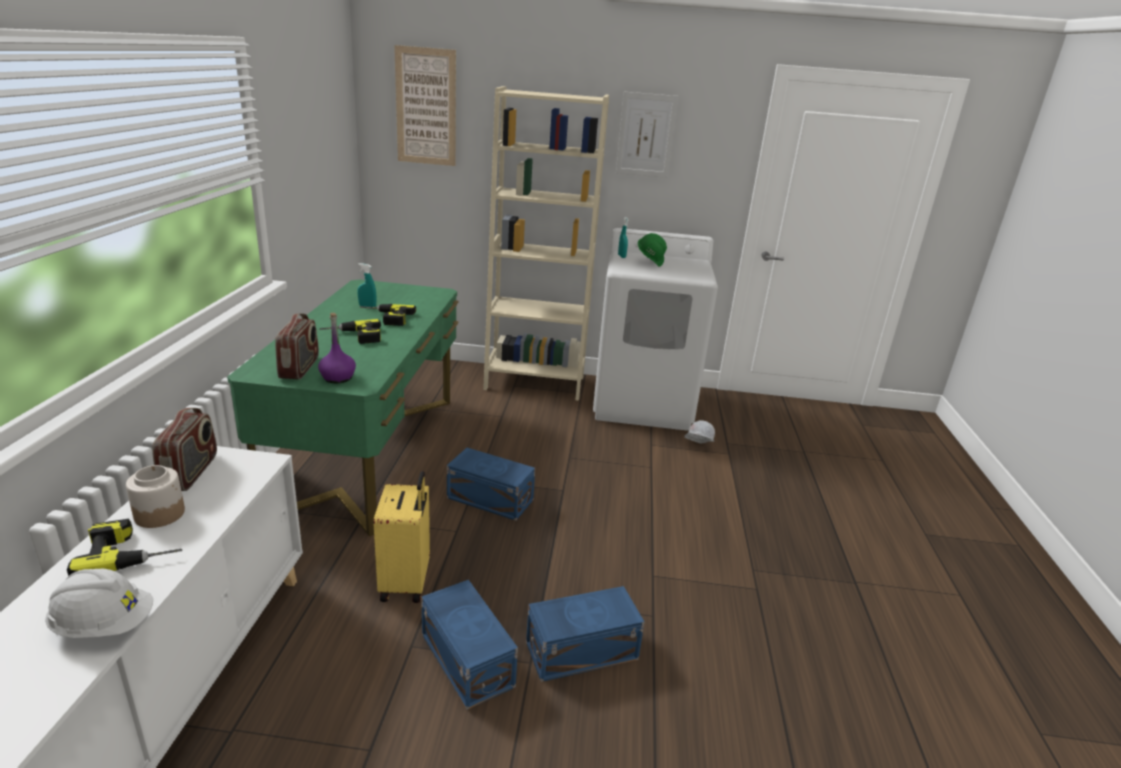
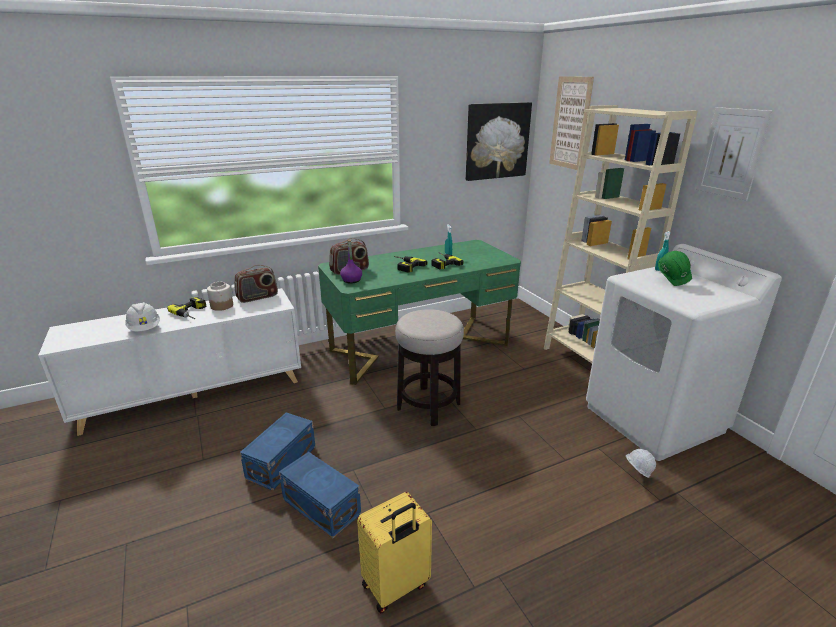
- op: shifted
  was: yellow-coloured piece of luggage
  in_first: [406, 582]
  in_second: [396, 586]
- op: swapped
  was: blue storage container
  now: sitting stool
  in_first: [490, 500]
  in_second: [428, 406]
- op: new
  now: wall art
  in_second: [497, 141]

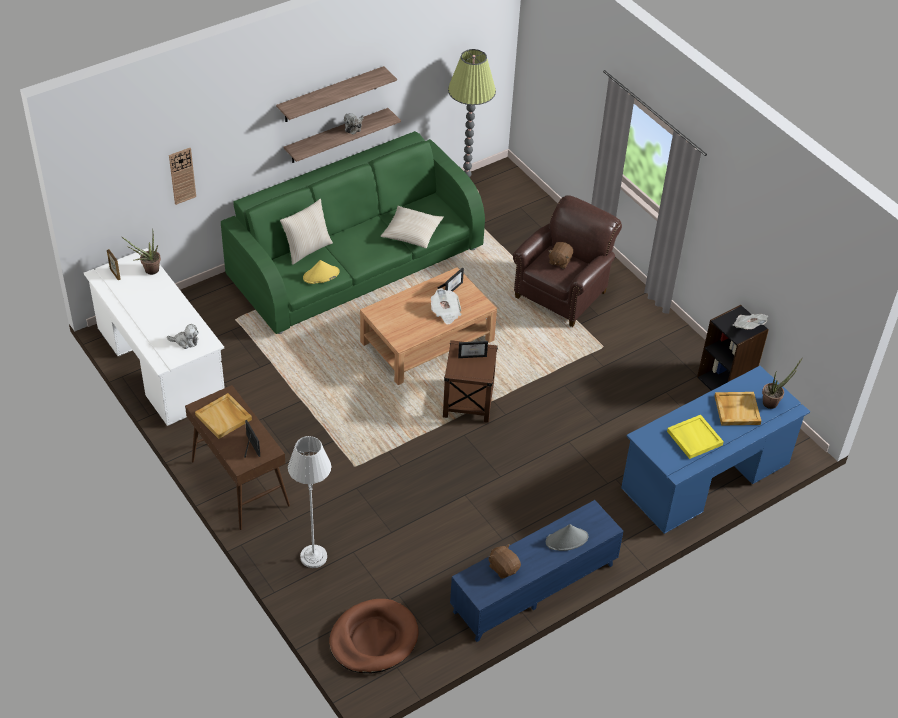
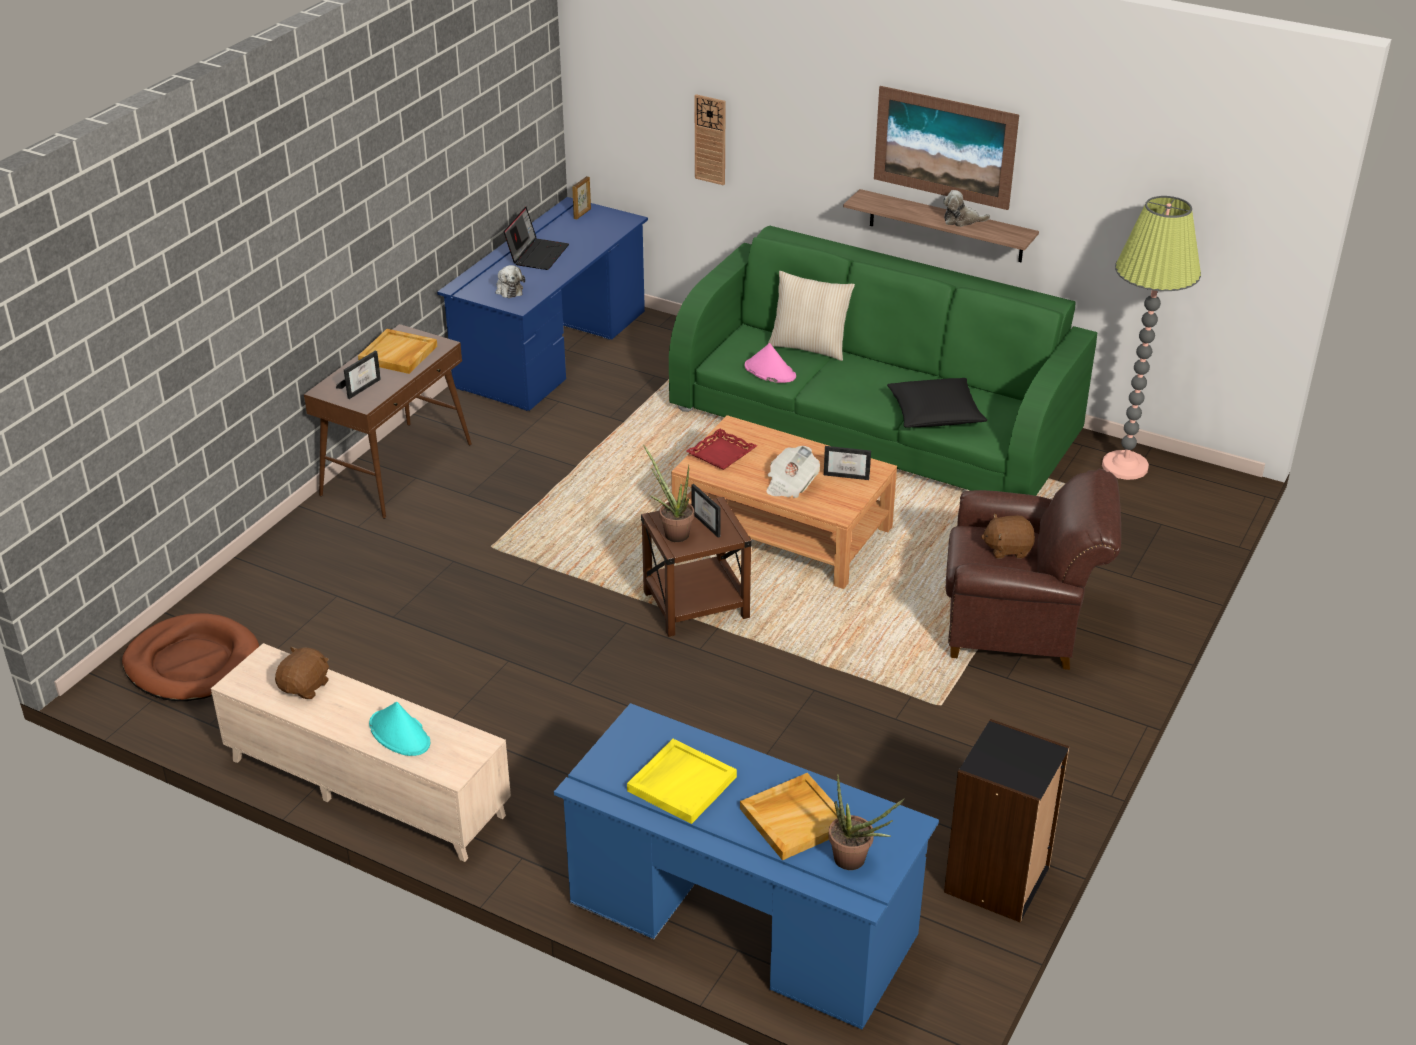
- op: repainted
  was: white-coloured desk table
  now: blue desk table
  in_first: [160, 364]
  in_second: [551, 349]
- op: shifted
  was: potted plant
  in_first: [148, 270]
  in_second: [672, 532]
- op: swapped
  was: shelf
  now: wall art
  in_first: [331, 95]
  in_second: [944, 147]
- op: gone
  was: greyish floor lamp
  in_first: [313, 557]
- op: repainted
  was: yellow-coloured clothing hat
  now: pinkish clothing hat
  in_first: [321, 275]
  in_second: [769, 371]
- op: repainted
  was: beige throw pillow
  now: black throw pillow
  in_first: [412, 232]
  in_second: [935, 413]
- op: repainted
  was: blue tv unit
  now: beige tv unit
  in_first: [534, 588]
  in_second: [367, 788]
- op: repainted
  was: greyish clothing hat
  now: blue-green clothing hat
  in_first: [567, 539]
  in_second: [400, 734]
- op: gone
  was: daily paper
  in_first: [748, 327]
- op: new
  now: notebook computer
  in_second: [537, 254]
- op: new
  now: red-coloured carrying tray
  in_second: [721, 454]

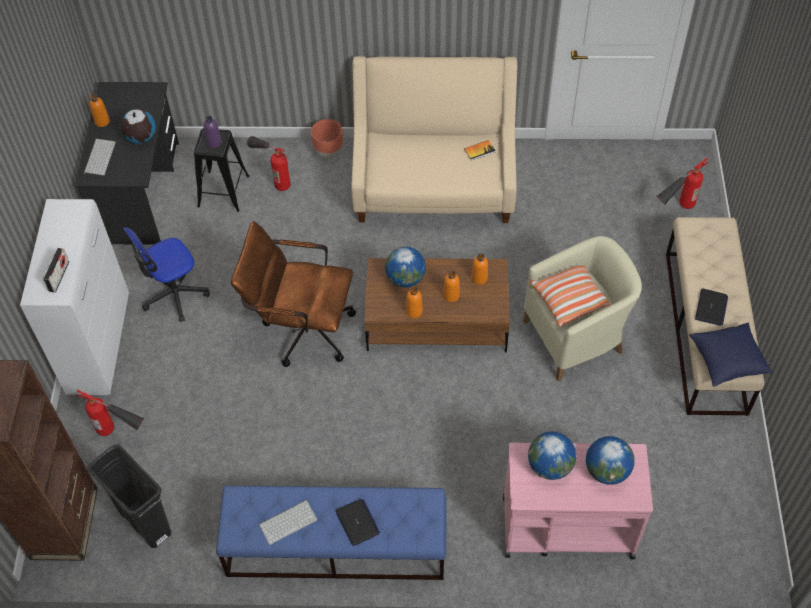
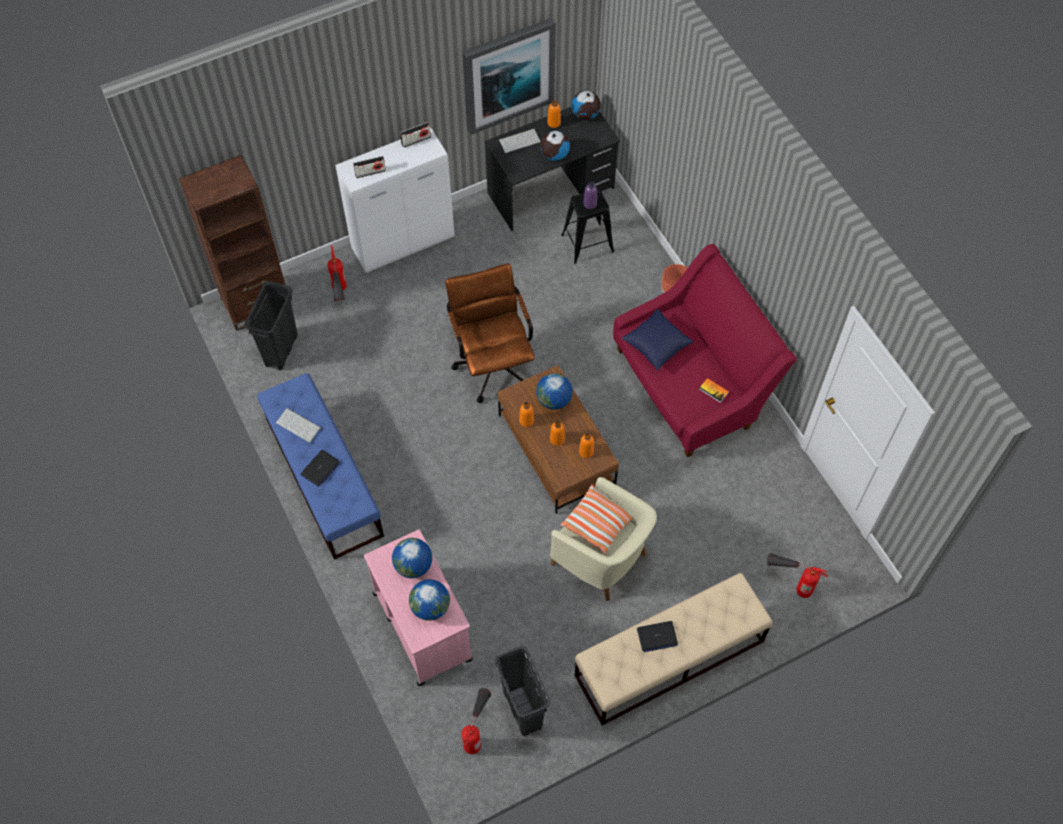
- op: gone
  was: desk chair
  in_first: [174, 294]
- op: shifted
  was: fire extinguisher
  in_first: [272, 177]
  in_second: [477, 730]
- op: repainted
  was: beige settee
  now: red-coloured settee
  in_first: [434, 185]
  in_second: [691, 384]
- op: shifted
  was: blue throw pillow
  in_first: [727, 361]
  in_second: [656, 345]
- op: new
  now: radio
  in_second: [416, 140]
- op: new
  now: wall art
  in_second: [508, 75]
- op: new
  now: black waste bin
  in_second: [523, 710]
- op: new
  now: globe
  in_second: [585, 115]

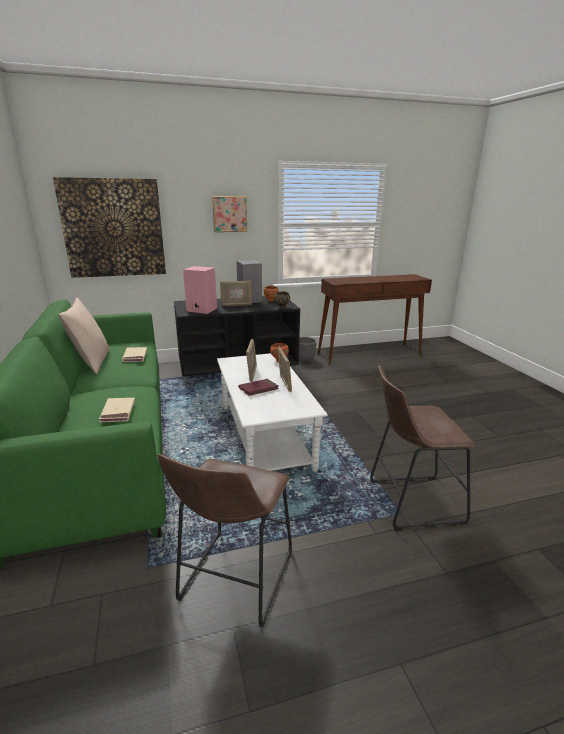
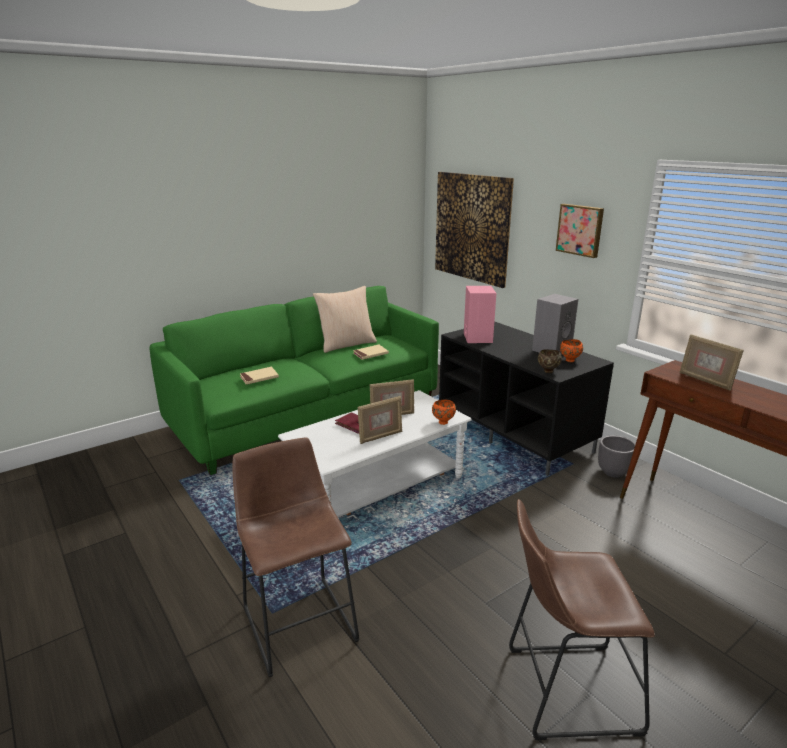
- op: shifted
  was: brown sitting stool
  in_first: [233, 580]
  in_second: [563, 688]
- op: shifted
  was: photo frame
  in_first: [236, 305]
  in_second: [705, 381]

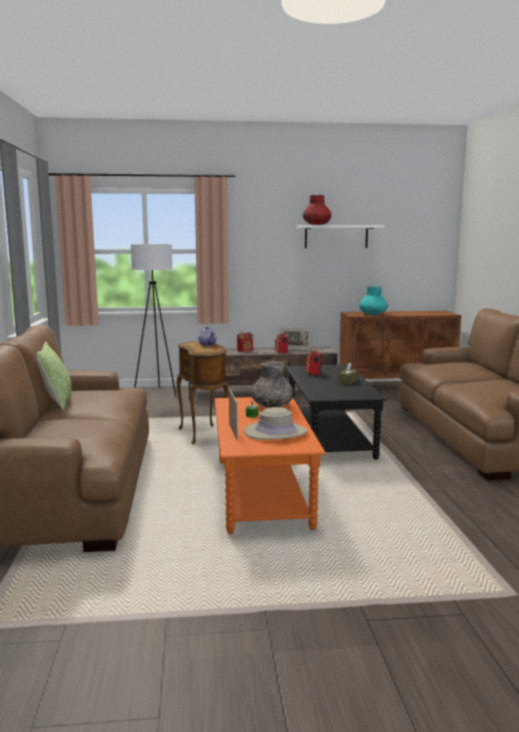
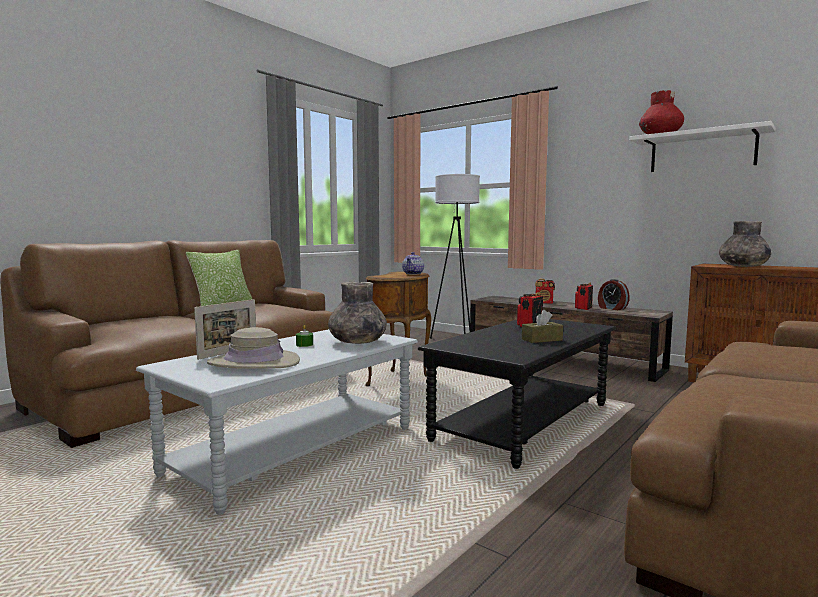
- op: repainted
  was: orangey low table
  now: greyish low table
  in_first: [262, 492]
  in_second: [296, 450]
- op: swapped
  was: photo frame
  now: alarm clock
  in_first: [296, 349]
  in_second: [612, 308]
- op: repainted
  was: blue-green decorative vase
  now: greyish decorative vase
  in_first: [372, 314]
  in_second: [743, 266]

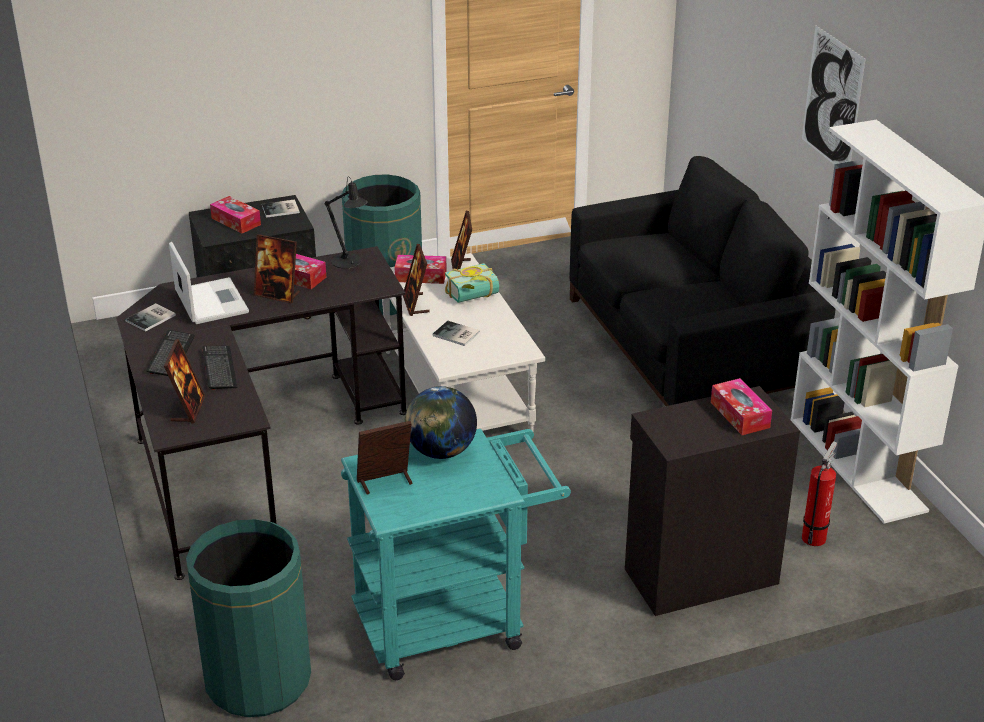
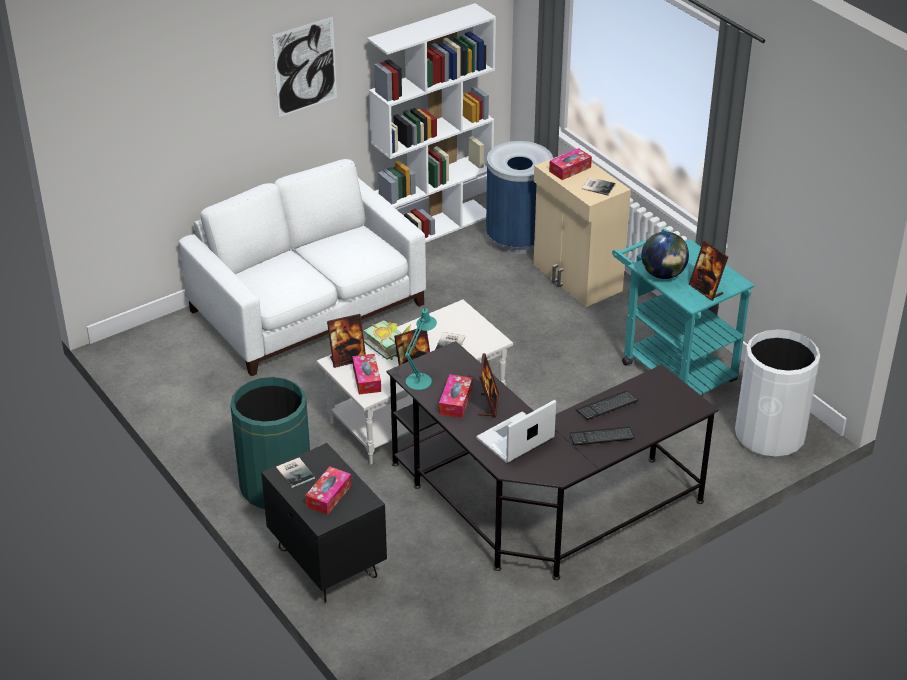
- op: shifted
  was: volume
  in_first: [152, 318]
  in_second: [598, 186]
- op: gone
  was: photo frame
  in_first: [188, 409]
- op: repainted
  was: green waste bin
  now: white-coloured waste bin
  in_first: [258, 680]
  in_second: [769, 436]
- op: repainted
  was: black lamp for a table
  now: blue-green lamp for a table
  in_first: [349, 262]
  in_second: [420, 379]
- op: repainted
  was: black settee
  now: white-coloured settee
  in_first: [687, 345]
  in_second: [308, 308]
- op: repainted
  was: black cupboard
  now: beige cupboard
  in_first: [699, 575]
  in_second: [576, 278]
- op: swapped
  was: fire extinguisher
  now: blue waste bin
  in_first: [815, 536]
  in_second: [517, 239]

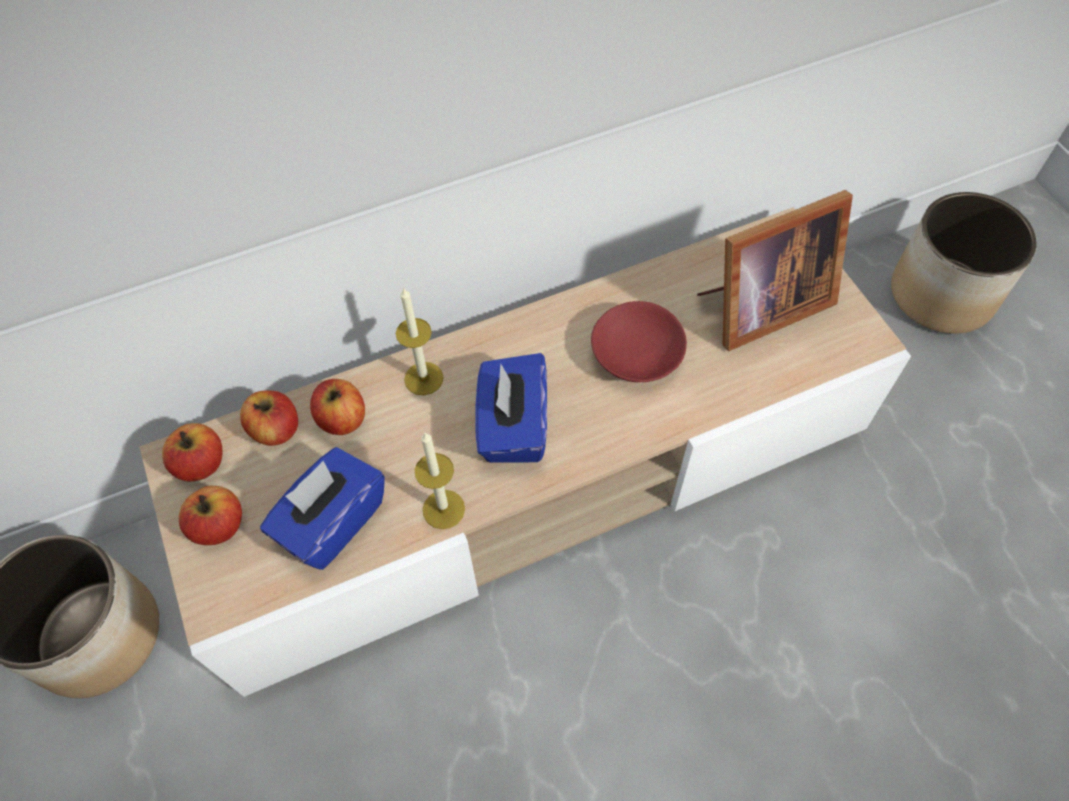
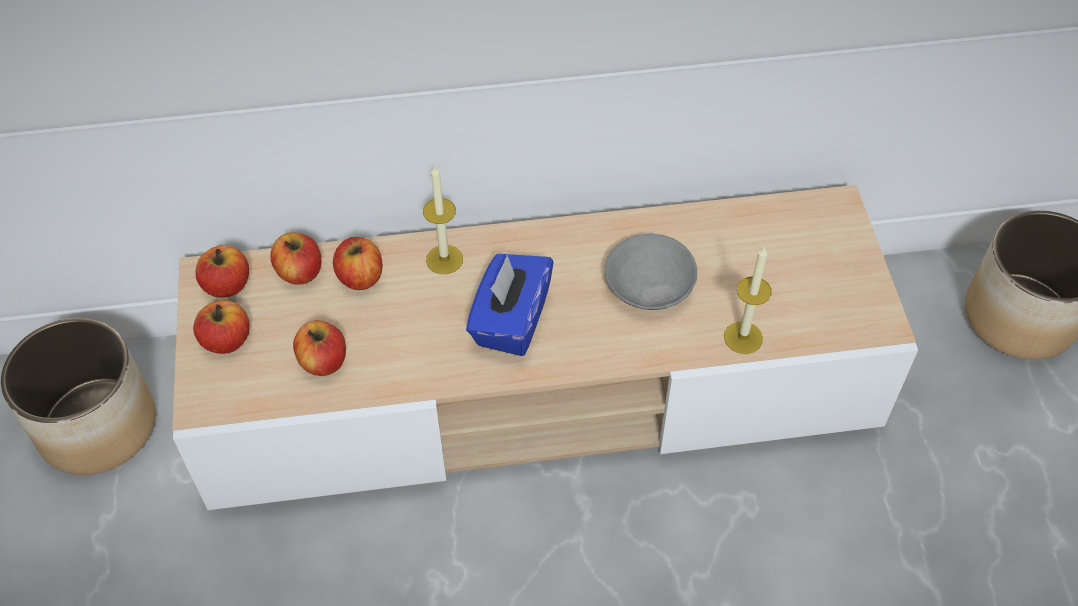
- op: swapped
  was: blue tissue holder
  now: whole apple
  in_first: [332, 522]
  in_second: [323, 361]
- op: shifted
  was: candle
  in_first: [443, 509]
  in_second: [743, 337]
- op: repainted
  was: red-coloured serving bowl
  now: greyish serving bowl
  in_first: [637, 355]
  in_second: [649, 285]
- op: gone
  was: photo frame
  in_first: [759, 307]

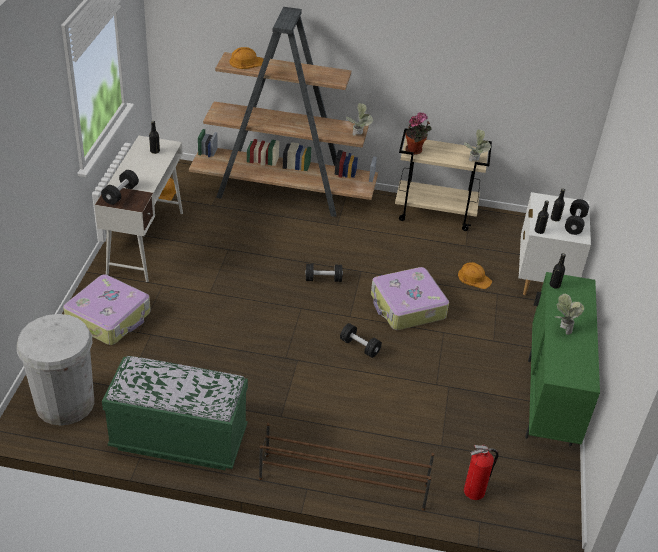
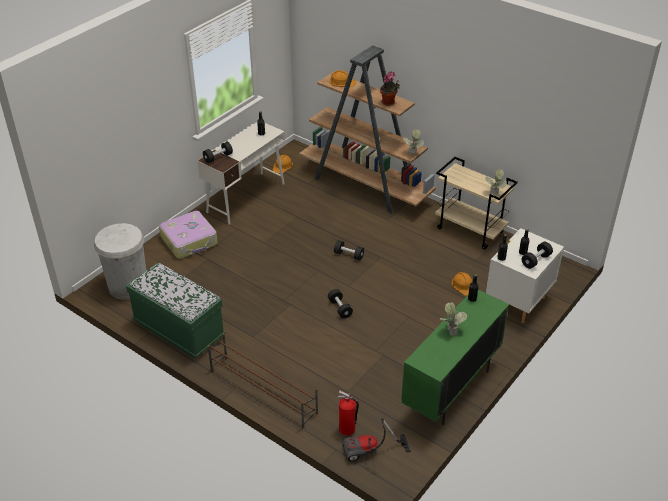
- op: gone
  was: piece of luggage
  in_first: [407, 307]
- op: shifted
  was: potted plant
  in_first: [415, 150]
  in_second: [389, 103]
- op: new
  now: hoover
  in_second: [370, 452]

